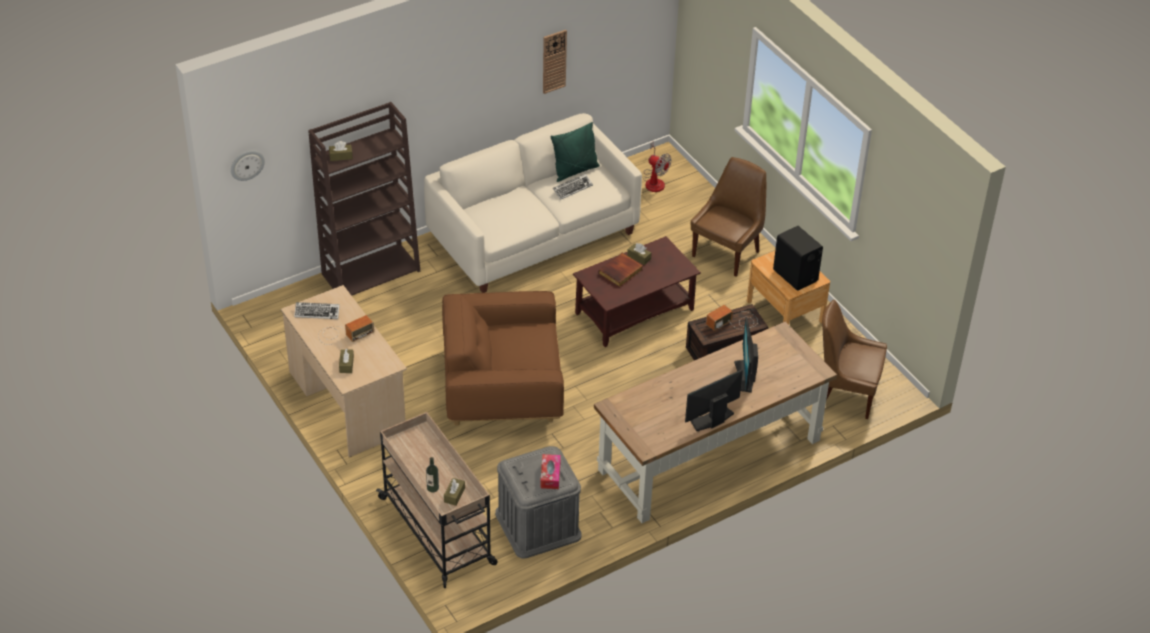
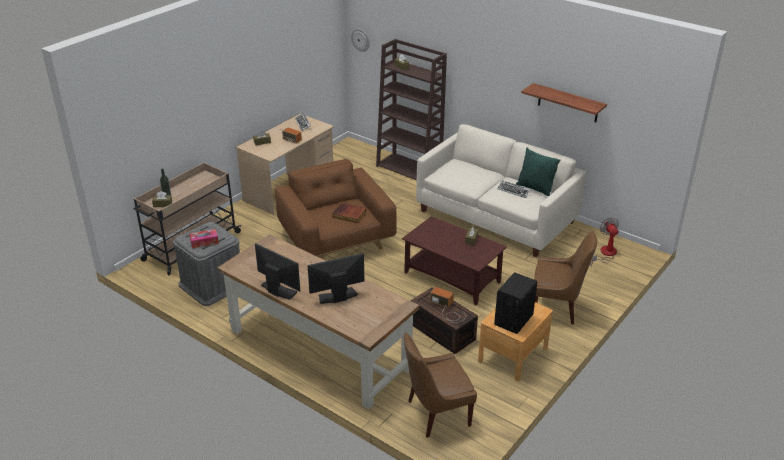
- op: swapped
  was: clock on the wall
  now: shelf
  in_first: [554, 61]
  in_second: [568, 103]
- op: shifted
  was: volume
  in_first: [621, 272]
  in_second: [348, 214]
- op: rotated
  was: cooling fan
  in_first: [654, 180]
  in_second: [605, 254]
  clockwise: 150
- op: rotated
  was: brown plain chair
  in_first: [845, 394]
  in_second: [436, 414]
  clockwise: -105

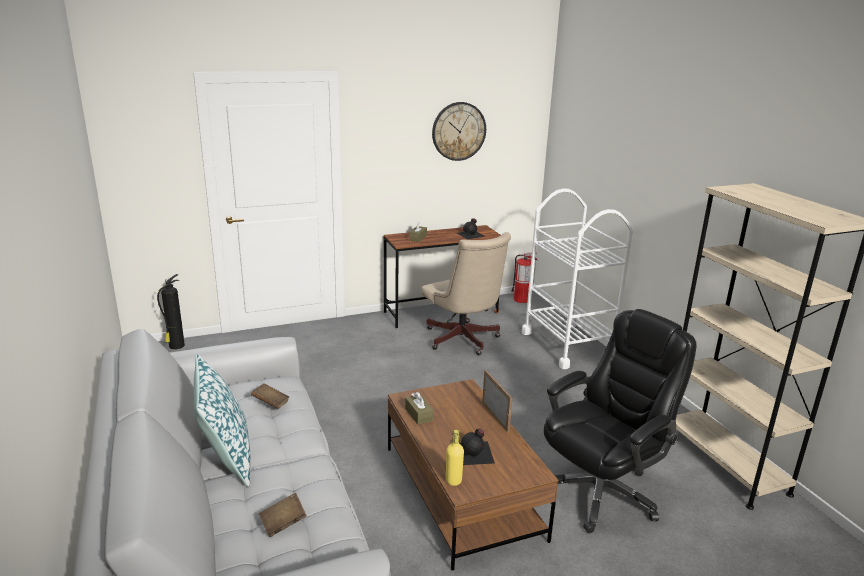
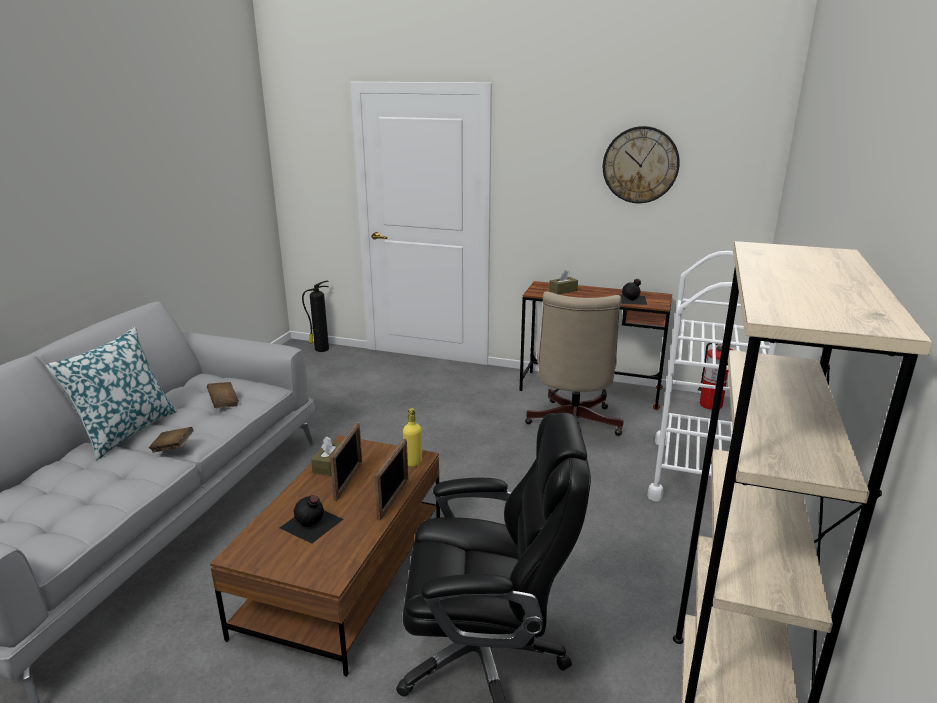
- op: shifted
  was: brown volume
  in_first: [283, 523]
  in_second: [173, 448]
- op: shifted
  was: yellow-coloured beverage bottle
  in_first: [453, 480]
  in_second: [413, 462]
- op: new
  now: photo frame
  in_second: [348, 481]

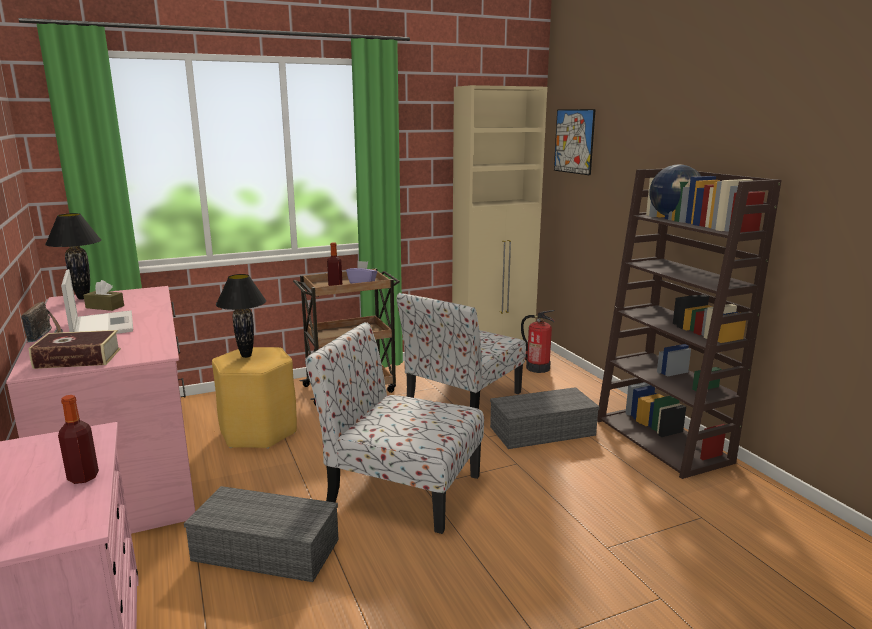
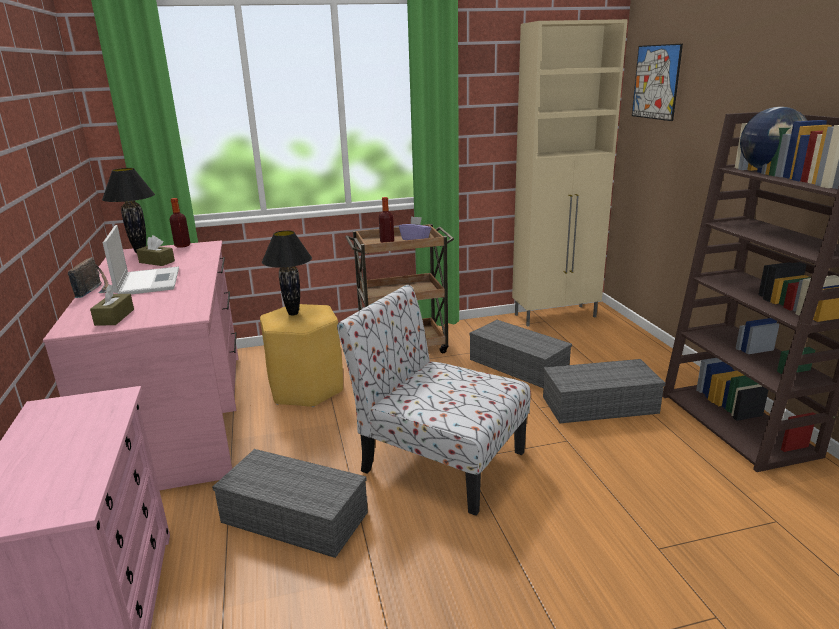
- op: swapped
  was: volume
  now: brown tissue holder
  in_first: [78, 358]
  in_second: [114, 317]
- op: shifted
  was: beverage bottle
  in_first: [83, 477]
  in_second: [182, 245]
- op: swapped
  was: plain chair
  now: greyish storage container
  in_first: [462, 400]
  in_second: [516, 365]
- op: gone
  was: fire extinguisher
  in_first: [537, 368]

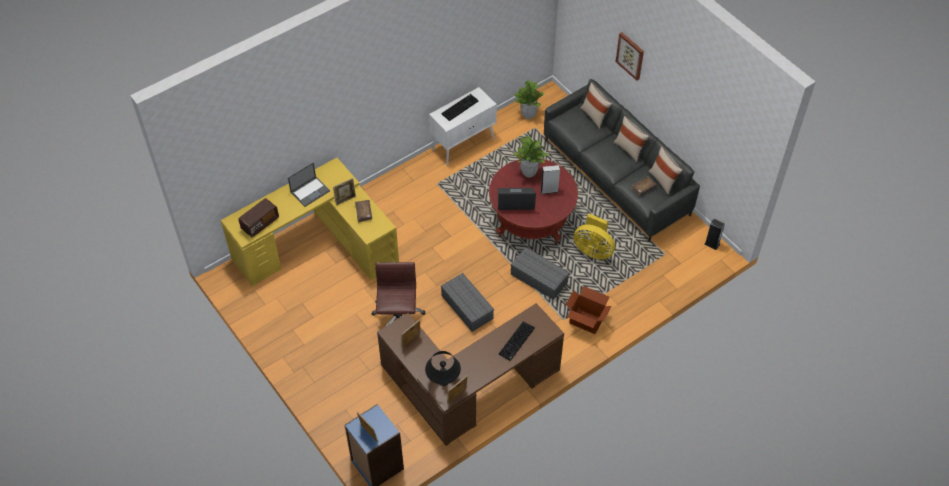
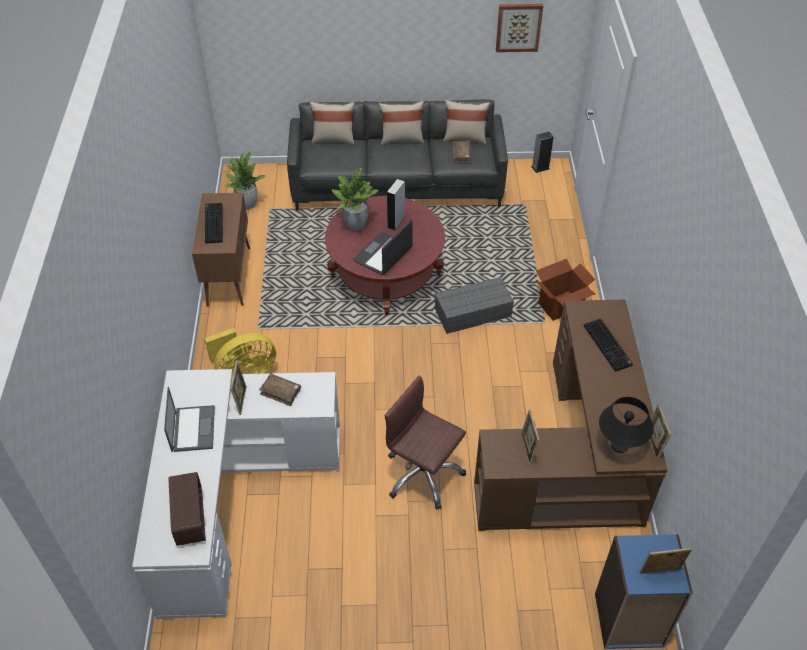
- op: repainted
  was: yellow-coloured desk table
  now: white-coloured desk table
  in_first: [319, 244]
  in_second: [231, 496]
- op: repainted
  was: white-coloured cupboard
  now: brown cupboard
  in_first: [463, 144]
  in_second: [229, 276]
- op: gone
  was: greyish storage container
  in_first: [466, 307]
- op: shifted
  was: yellow-coloured cooling fan
  in_first: [593, 250]
  in_second: [244, 373]
- op: shifted
  was: wall art
  in_first: [630, 55]
  in_second: [518, 27]

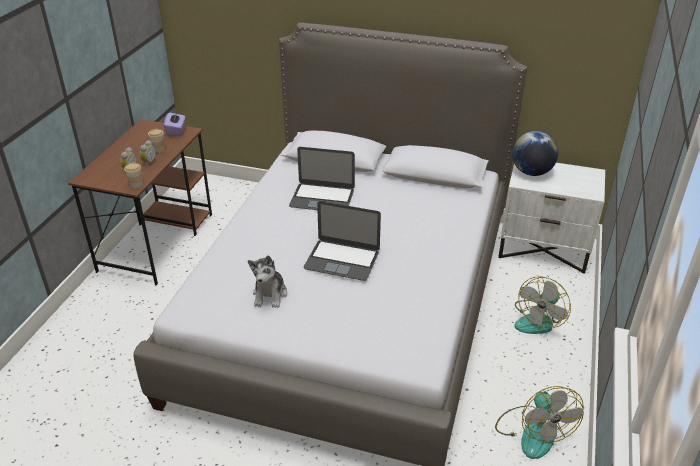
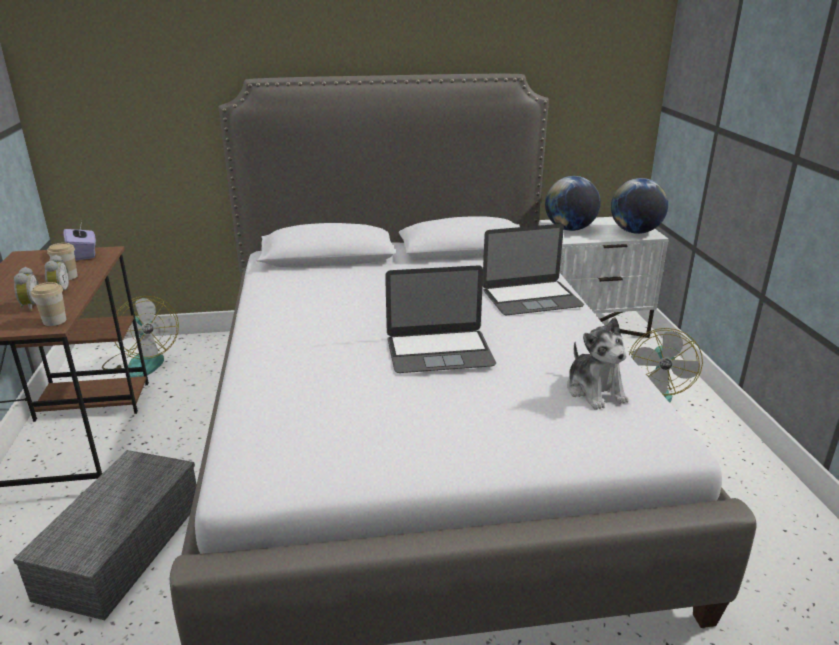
- op: shifted
  was: cuddly toy
  in_first: [270, 294]
  in_second: [595, 391]
- op: shifted
  was: notebook computer
  in_first: [322, 198]
  in_second: [531, 298]
- op: shifted
  was: cooling fan
  in_first: [533, 431]
  in_second: [142, 361]
- op: new
  now: greyish storage container
  in_second: [122, 545]
- op: new
  now: globe
  in_second: [635, 232]

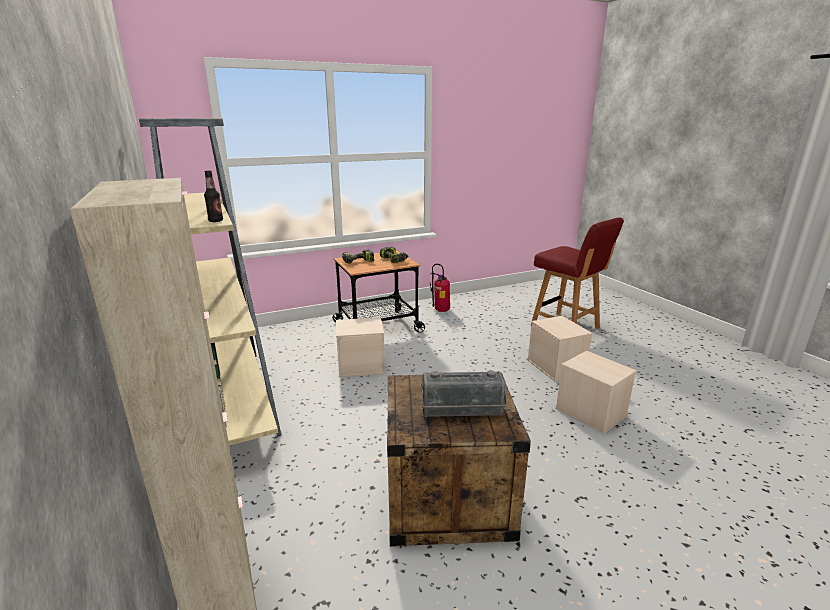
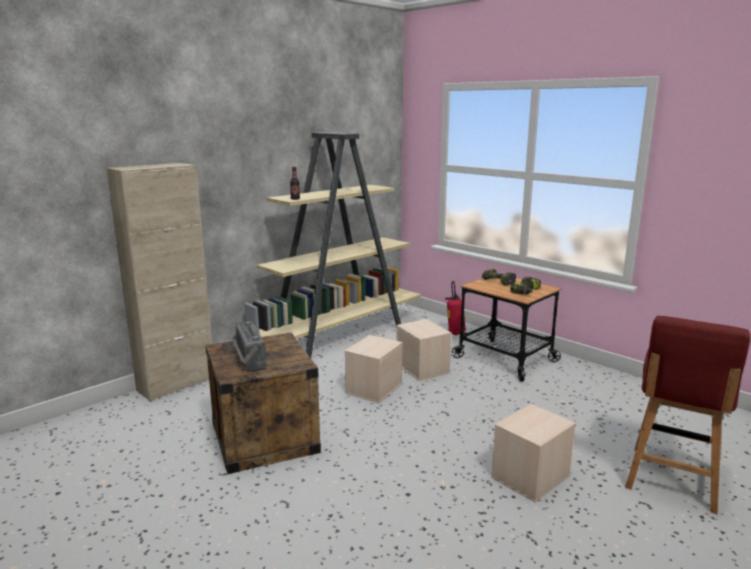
- op: shifted
  was: fire extinguisher
  in_first: [440, 311]
  in_second: [455, 333]
- op: shifted
  was: beige storage container
  in_first: [589, 412]
  in_second: [373, 388]

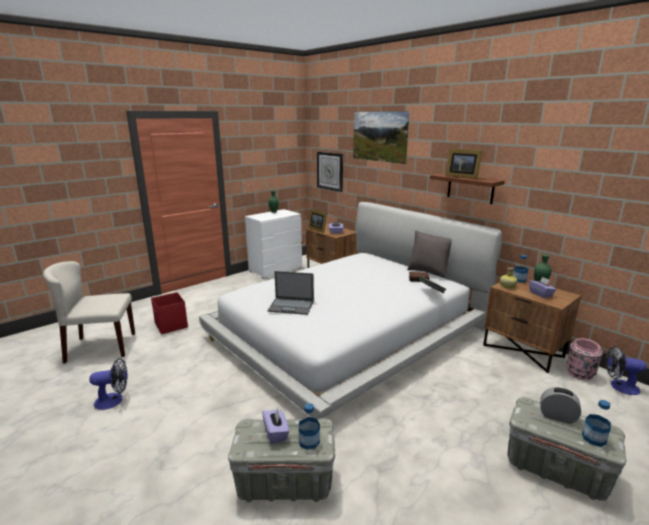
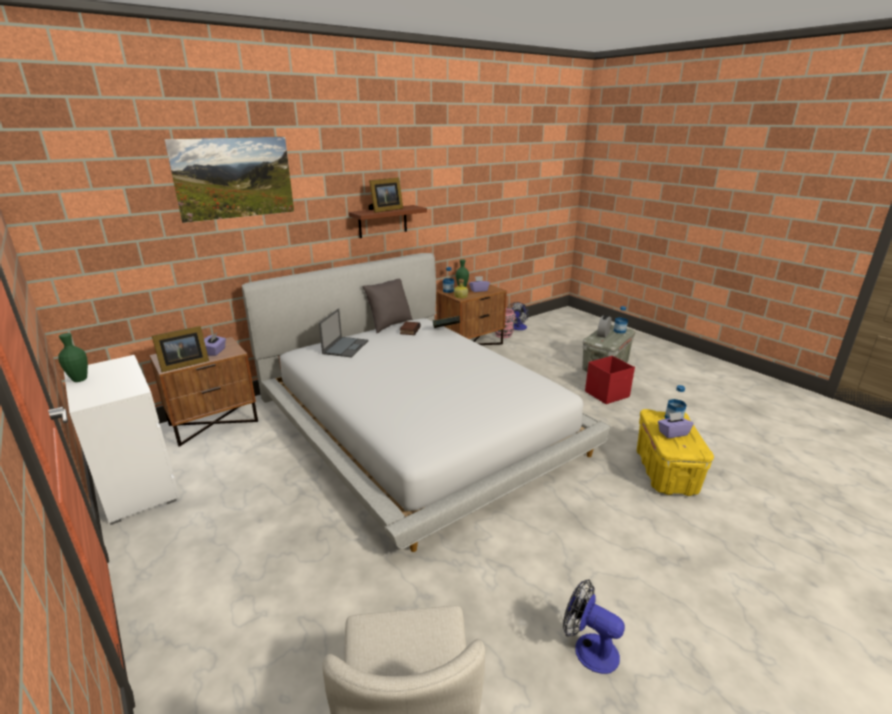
- op: rotated
  was: cooling fan
  in_first: [114, 400]
  in_second: [588, 648]
  clockwise: -45
- op: shifted
  was: red-coloured storage container
  in_first: [171, 325]
  in_second: [607, 394]
- op: repainted
  was: greyish storage container
  now: yellow-coloured storage container
  in_first: [284, 483]
  in_second: [666, 472]
- op: shifted
  was: notebook computer
  in_first: [291, 306]
  in_second: [346, 347]
- op: gone
  was: clock on the wall
  in_first: [330, 171]

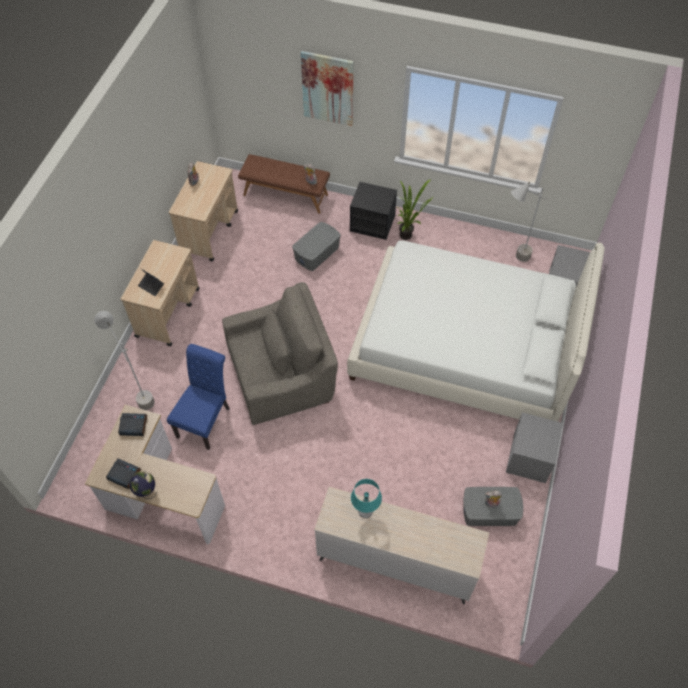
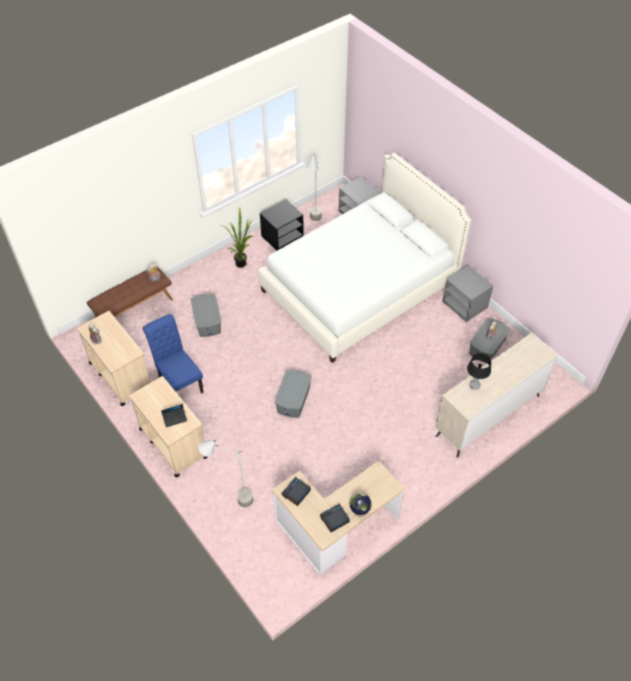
- op: shifted
  was: blue plain chair
  in_first: [206, 419]
  in_second: [178, 382]
- op: swapped
  was: greyish easy chair
  now: greyish storage container
  in_first: [282, 374]
  in_second: [294, 399]
- op: gone
  was: wall art
  in_first: [328, 88]
- op: shifted
  was: black bedside table
  in_first: [373, 223]
  in_second: [282, 236]
- op: repainted
  was: blue-green lamp for a table
  now: black lamp for a table
  in_first: [365, 511]
  in_second: [474, 385]

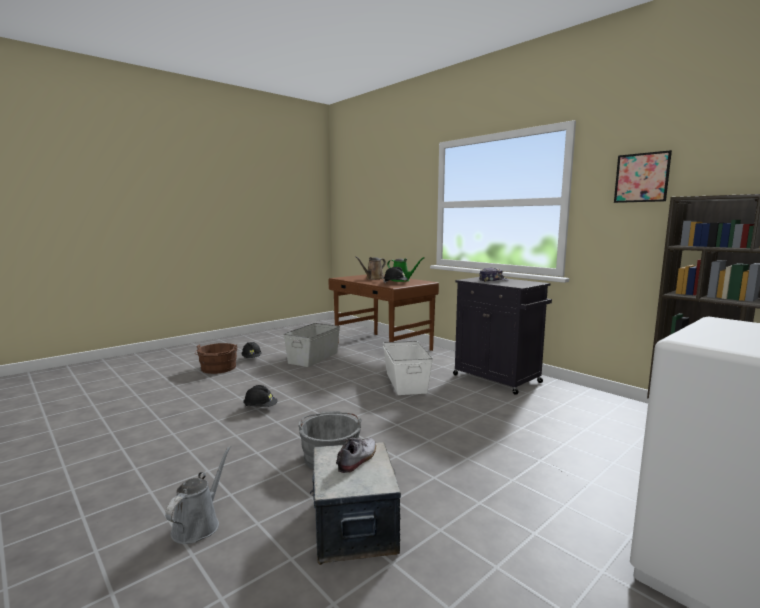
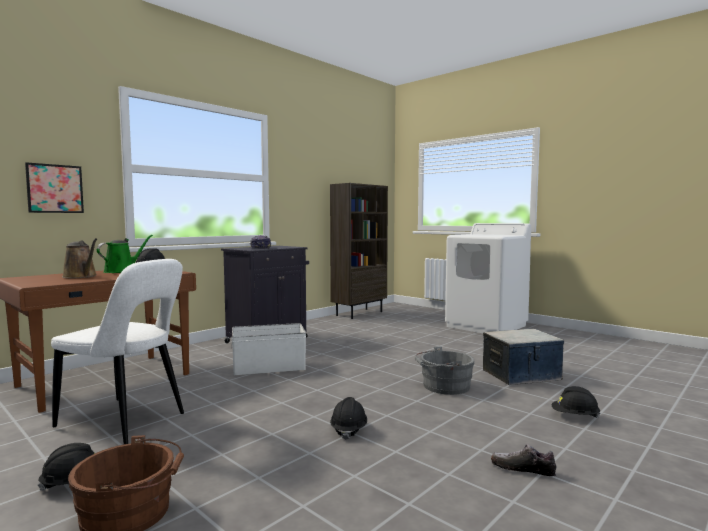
- op: swapped
  was: greyish sprinkling can
  now: black safety helmet
  in_first: [198, 525]
  in_second: [575, 416]
- op: swapped
  was: greyish storage container
  now: white-coloured plain chair
  in_first: [313, 358]
  in_second: [125, 422]
- op: shifted
  was: low shoe
  in_first: [357, 459]
  in_second: [522, 469]
- op: shifted
  was: wall art
  in_first: [641, 177]
  in_second: [55, 188]

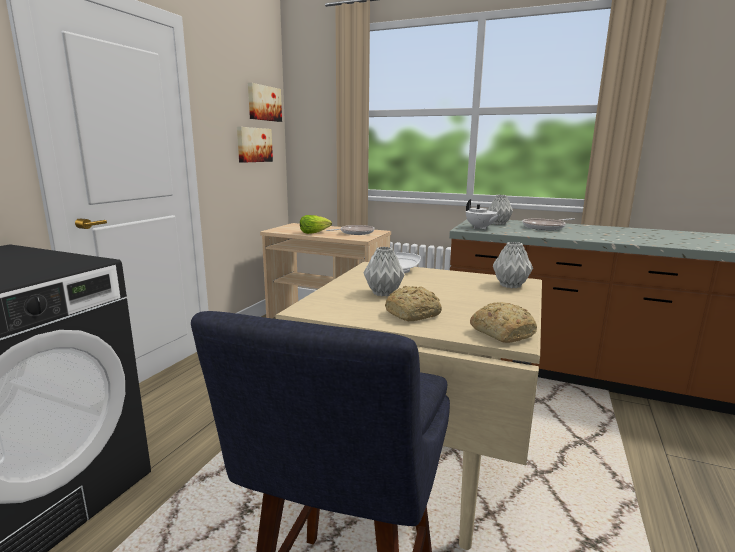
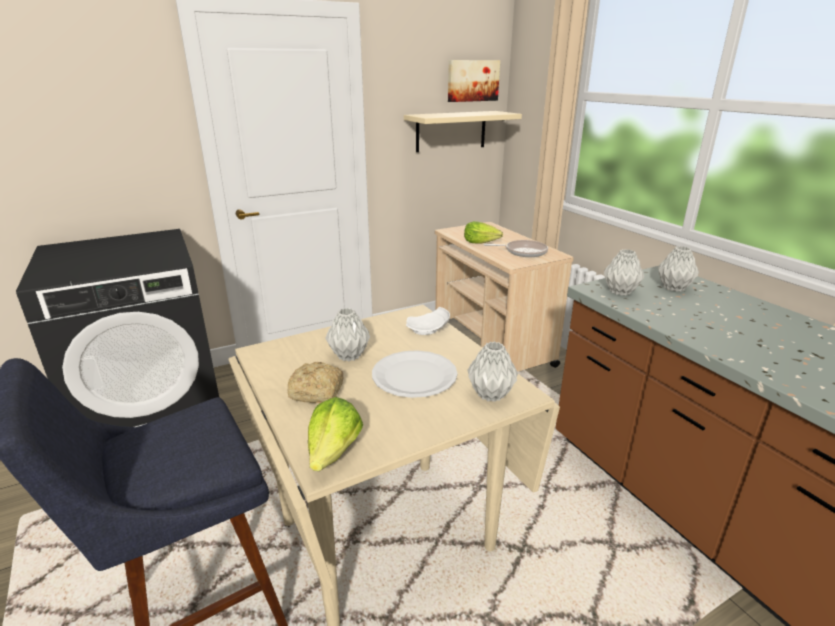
- op: swapped
  was: wall art
  now: beige shelf
  in_first: [253, 145]
  in_second: [451, 131]
- op: swapped
  was: white-coloured tea pot
  now: greyish decorative vase
  in_first: [480, 228]
  in_second: [619, 292]
- op: swapped
  was: bakery bread
  now: lettuce
  in_first: [501, 333]
  in_second: [334, 452]
- op: gone
  was: pan
  in_first: [545, 227]
- op: new
  now: white-coloured dinner plate
  in_second: [414, 376]

